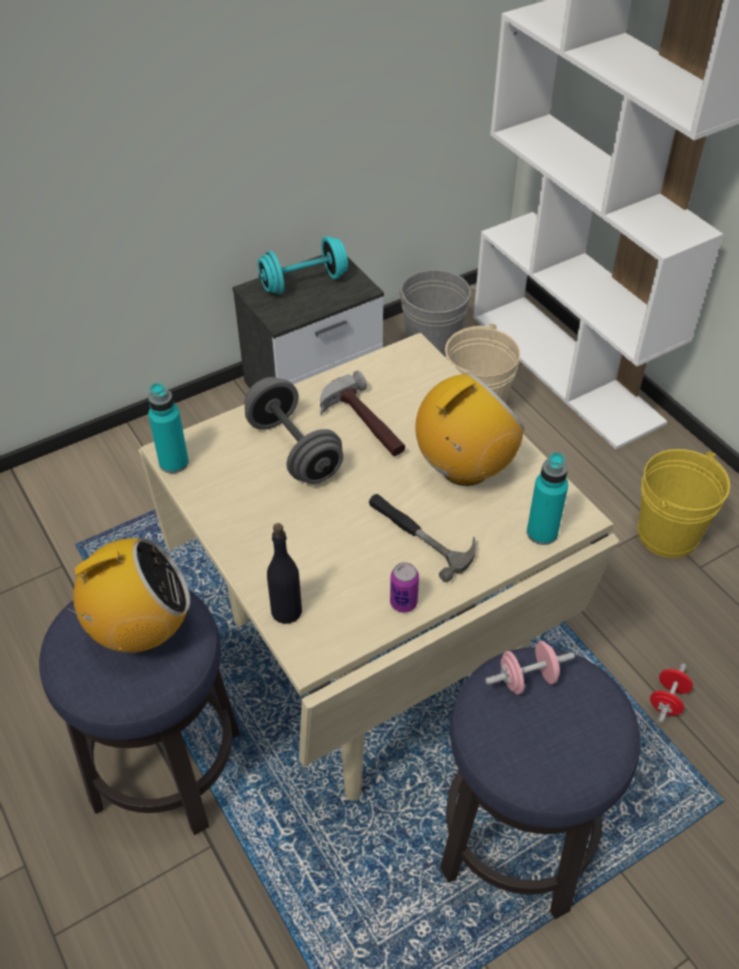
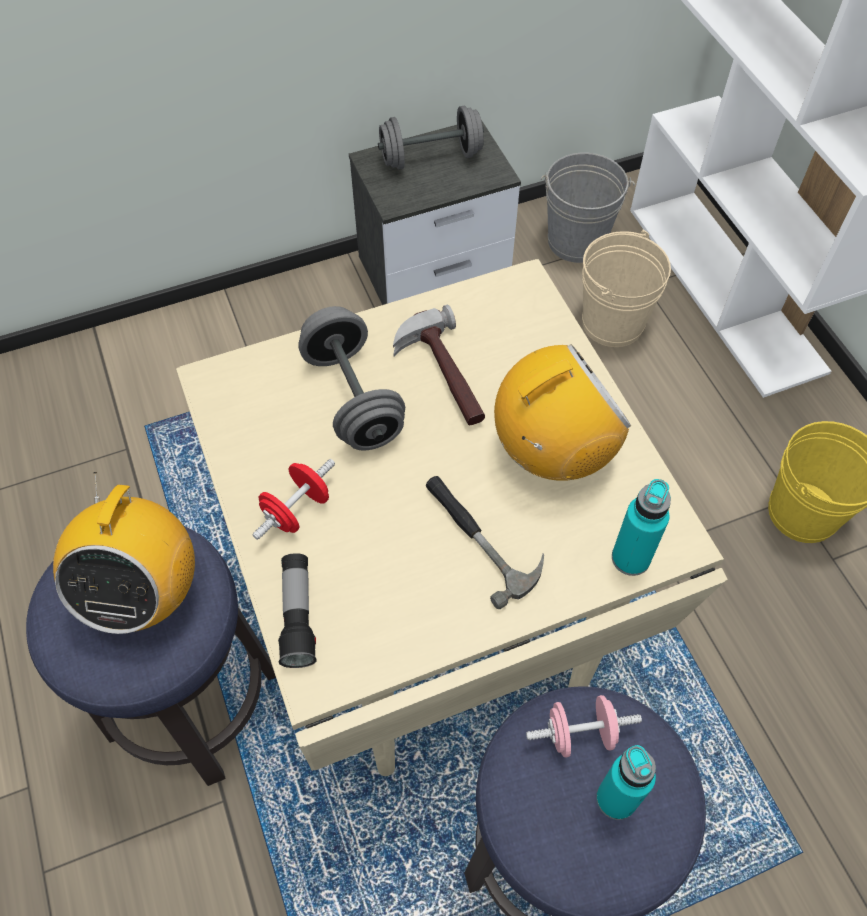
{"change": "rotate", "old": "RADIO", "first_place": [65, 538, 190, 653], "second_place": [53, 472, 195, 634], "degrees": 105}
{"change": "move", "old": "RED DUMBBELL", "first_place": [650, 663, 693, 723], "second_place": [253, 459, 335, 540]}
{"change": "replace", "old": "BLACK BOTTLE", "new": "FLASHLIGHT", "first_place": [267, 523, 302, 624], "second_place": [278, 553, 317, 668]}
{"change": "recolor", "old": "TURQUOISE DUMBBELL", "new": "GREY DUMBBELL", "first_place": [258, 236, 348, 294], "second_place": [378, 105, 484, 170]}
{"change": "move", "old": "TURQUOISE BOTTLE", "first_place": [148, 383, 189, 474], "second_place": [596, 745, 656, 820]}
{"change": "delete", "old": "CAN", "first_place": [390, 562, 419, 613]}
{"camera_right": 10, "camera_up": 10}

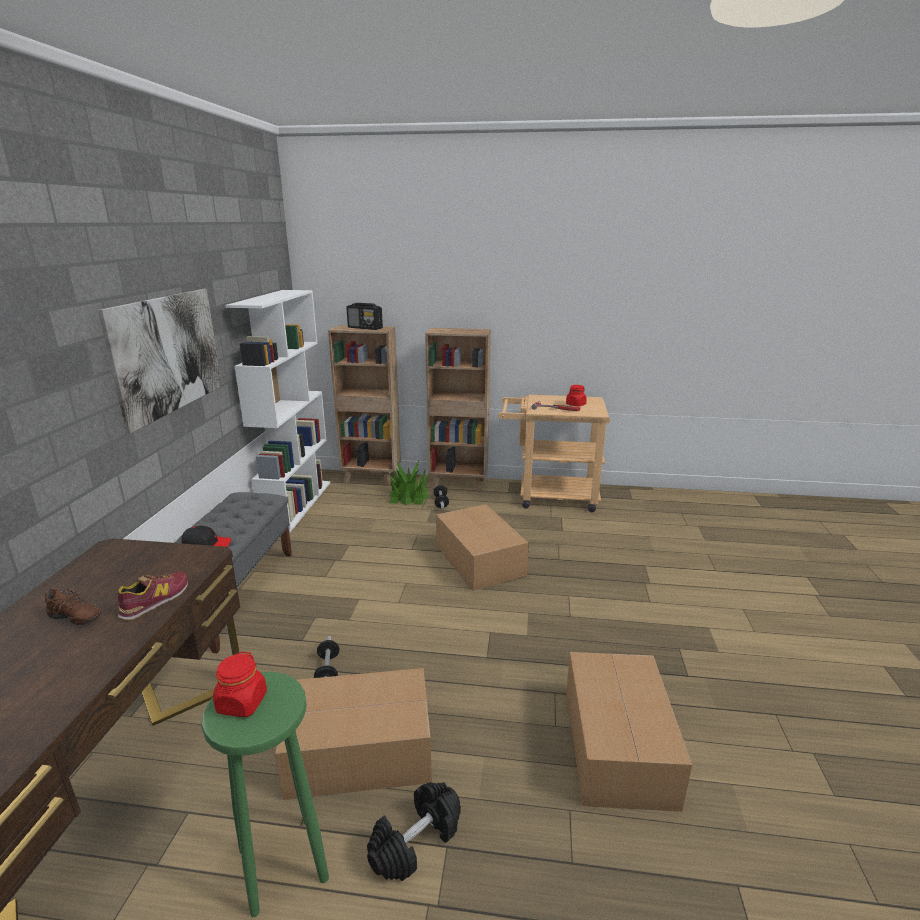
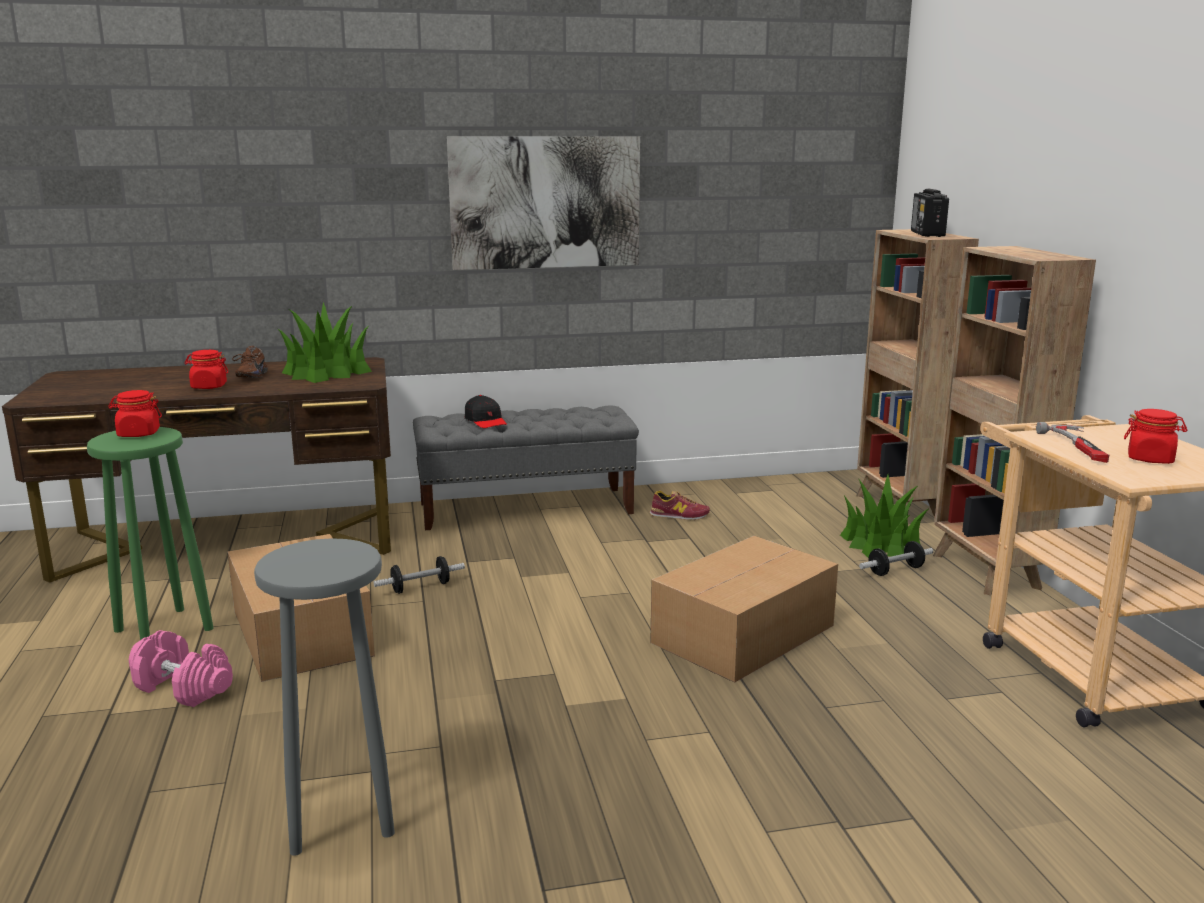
{"change": "recolor", "old": "BLACK DUMBBELL", "new": "PINK DUMBBELL", "first_place": [367, 782, 461, 881], "second_place": [129, 630, 233, 707]}
{"change": "insert", "new": "RED JAR", "second_place": [185, 350, 228, 389]}
{"change": "replace", "old": "CARDBOARD BOX", "new": "GREY STOOL", "first_place": [566, 652, 692, 812], "second_place": [254, 538, 395, 856]}
{"change": "insert", "new": "POTTED PLANT", "second_place": [278, 302, 372, 383]}
{"change": "move", "old": "SHOE", "first_place": [118, 571, 188, 621], "second_place": [650, 490, 710, 520]}
{"change": "delete", "old": "WHITE BOOKCASE", "first_place": [225, 290, 330, 532]}
{"camera_right": 70, "camera_up": -5}

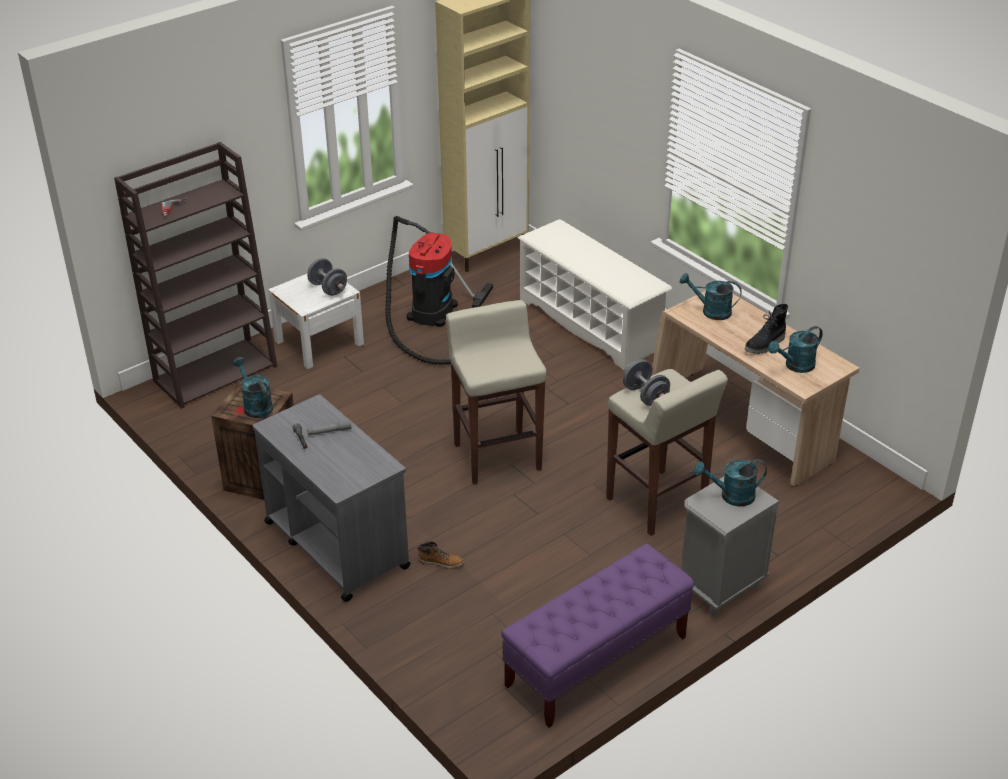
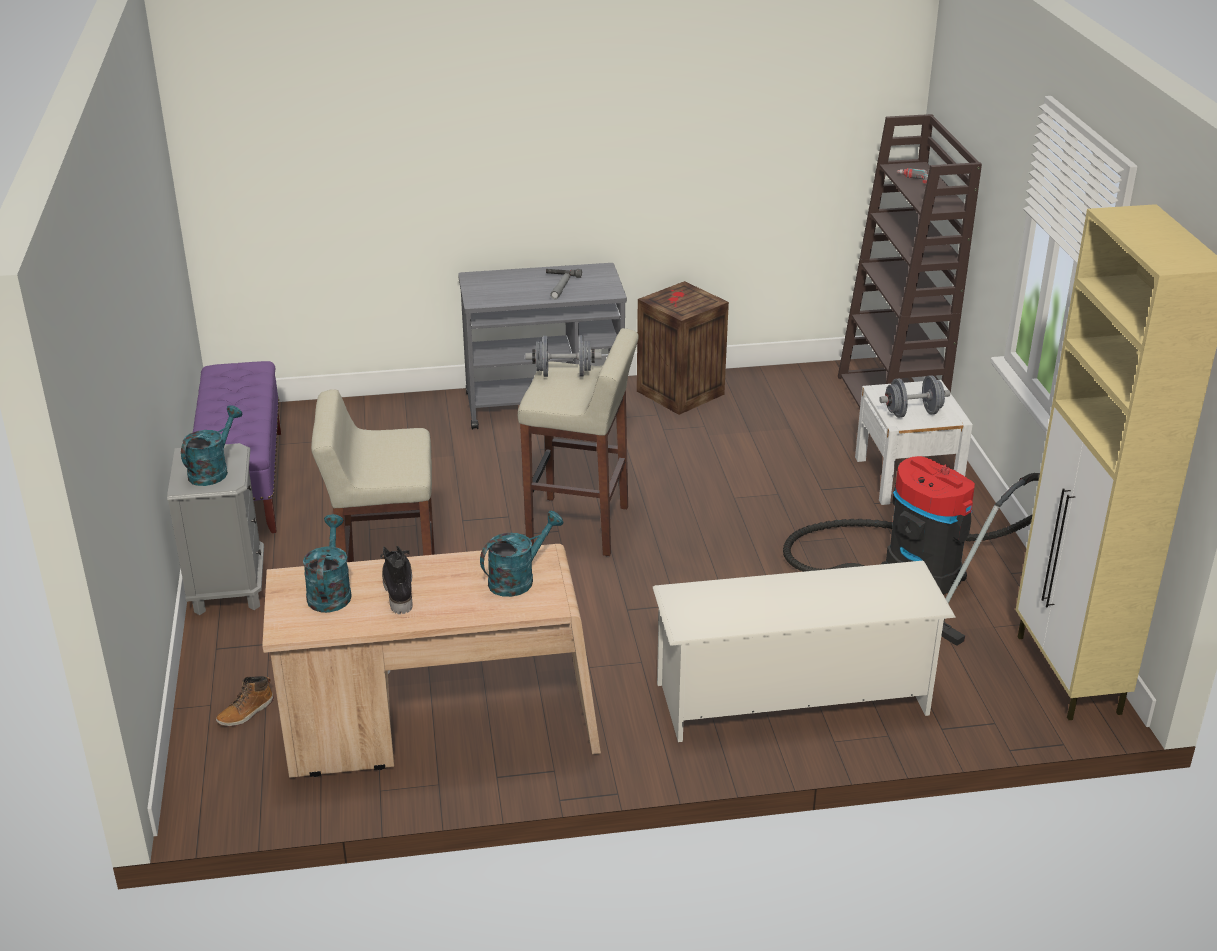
{"change": "move", "old": "BOOT", "first_place": [417, 542, 464, 568], "second_place": [216, 676, 274, 726]}
{"change": "move", "old": "GREY DUMBBELL", "first_place": [623, 360, 670, 406], "second_place": [525, 335, 602, 377]}
{"change": "delete", "old": "TURQUOISE WATERING CAN", "first_place": [233, 357, 273, 418]}
{"camera_right": 120, "camera_up": -5}

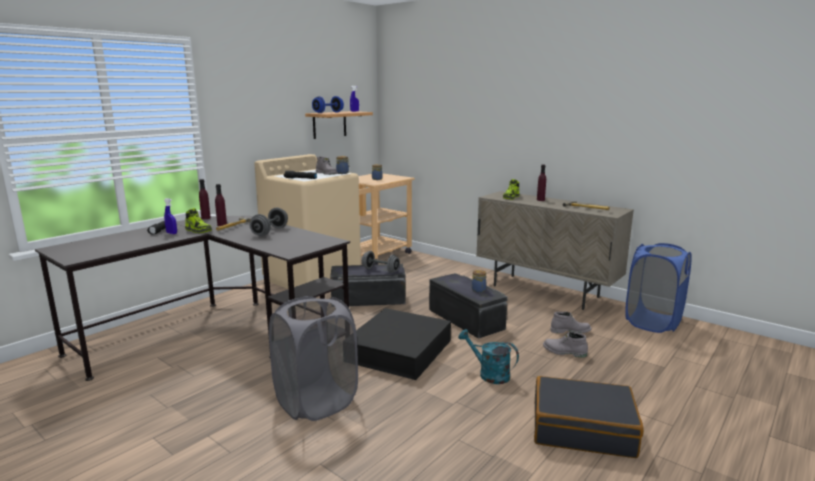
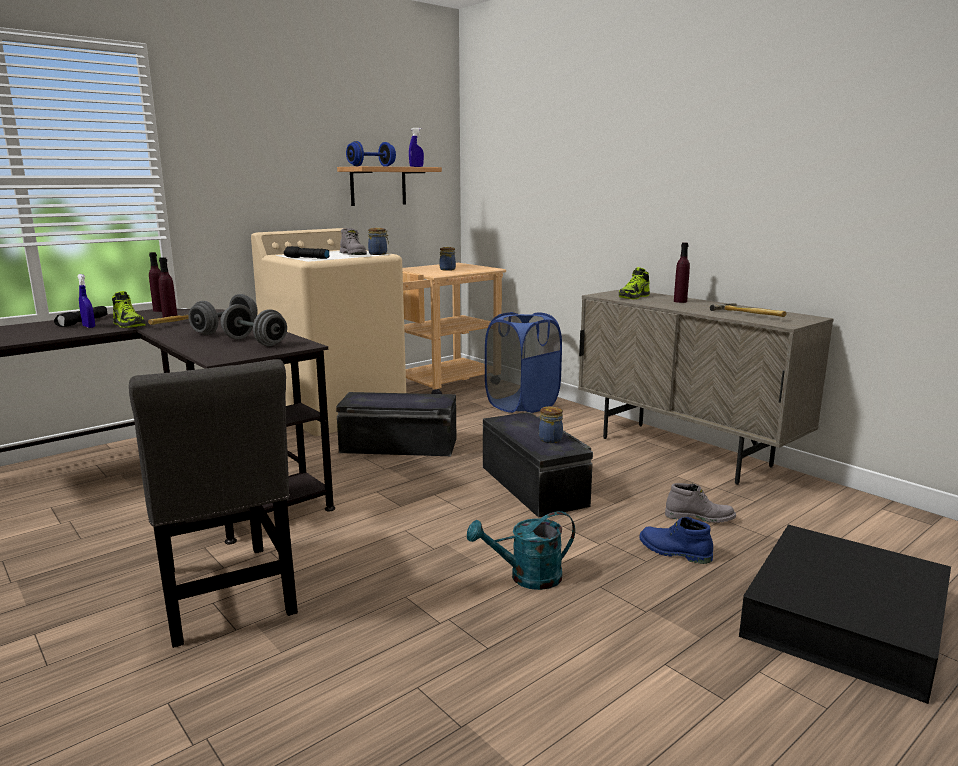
{"change": "replace", "old": "GREY LAUNDRY BASKET", "new": "GREY CHAIR", "first_place": [269, 296, 358, 421], "second_place": [129, 359, 298, 648]}
{"change": "move", "old": "GREY DUMBBELL", "first_place": [362, 251, 400, 273], "second_place": [220, 304, 287, 346]}
{"change": "rotate", "old": "TURQUOISE WATERING CAN", "first_place": [458, 329, 519, 384], "second_place": [467, 511, 575, 590], "degrees": -60}
{"change": "move", "old": "BLUE LAUNDRY BASKET", "first_place": [625, 243, 692, 333], "second_place": [485, 312, 562, 413]}
{"change": "recolor", "old": "GREY BOOT", "new": "BLUE BOOT", "first_place": [543, 331, 588, 358], "second_place": [639, 517, 713, 564]}
{"change": "move", "old": "BLACK STORAGE BOX", "first_place": [356, 308, 451, 380], "second_place": [739, 525, 951, 704]}
{"change": "delete", "old": "BLACK SUITCASE", "first_place": [534, 376, 644, 458]}
{"camera_right": 10, "camera_up": 0}

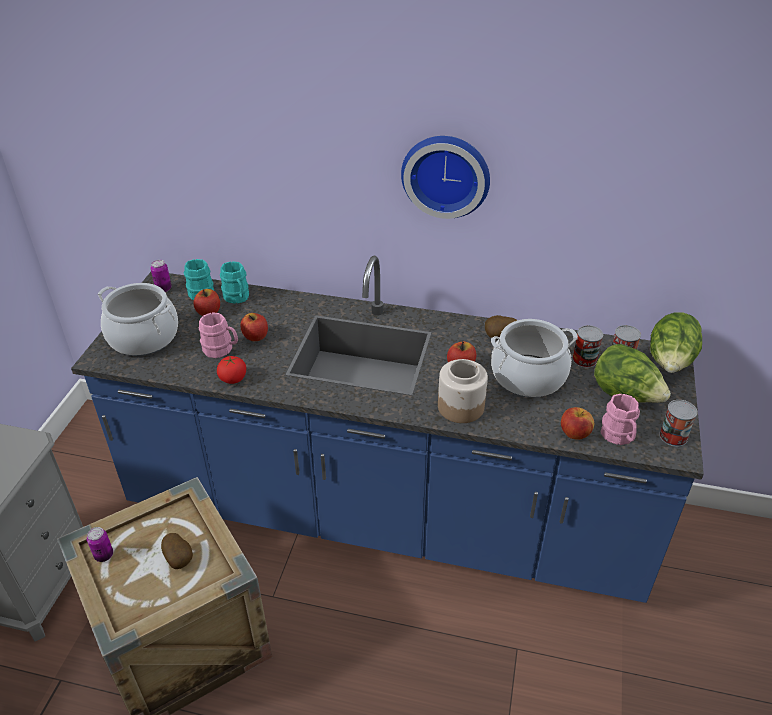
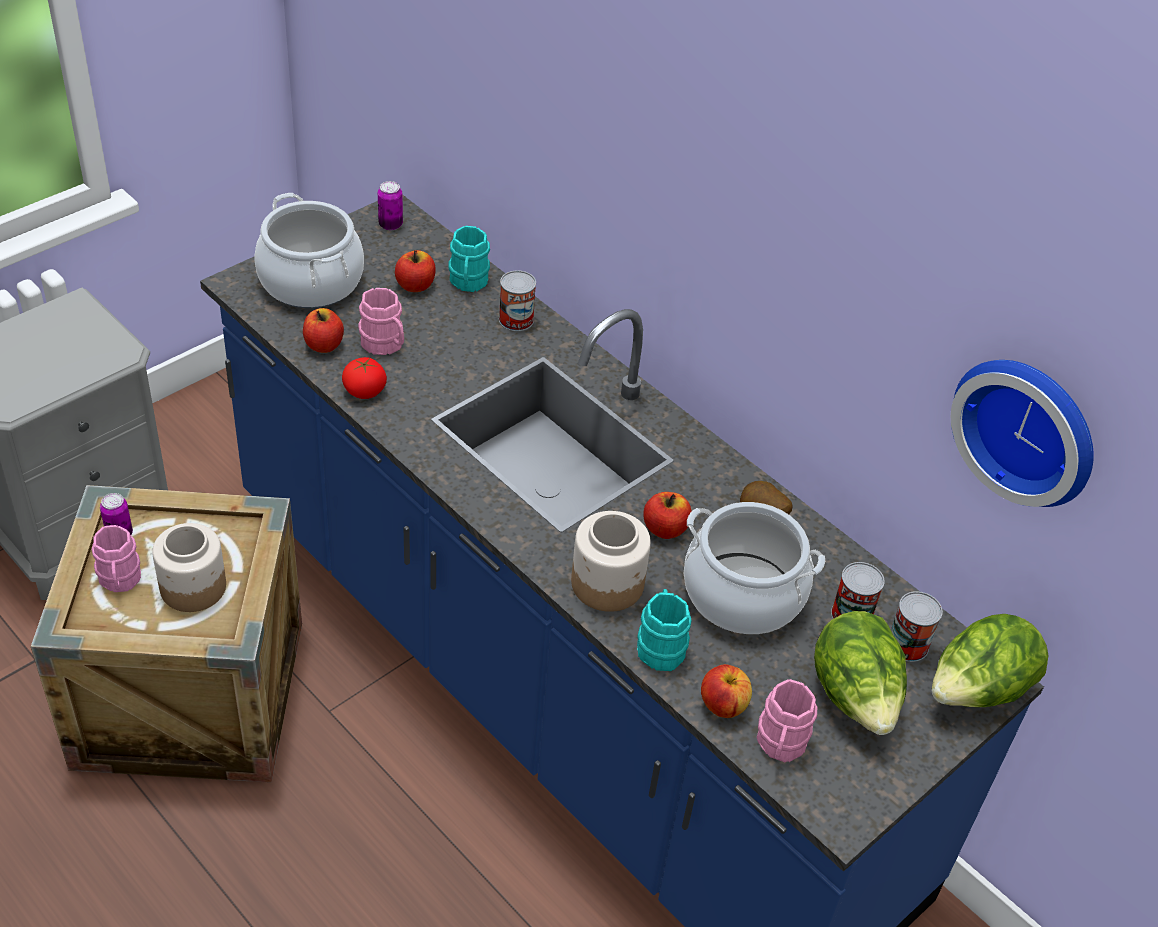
{"change": "insert", "new": "PINK MUG", "second_place": [92, 525, 141, 592]}
{"change": "replace", "old": "POTATO", "new": "JAR", "first_place": [161, 533, 193, 569], "second_place": [152, 523, 226, 612]}
{"change": "move", "old": "APPLE", "first_place": [240, 313, 268, 341], "second_place": [303, 308, 344, 353]}
{"change": "move", "old": "CAN", "first_place": [659, 400, 698, 447], "second_place": [499, 270, 536, 331]}
{"change": "move", "old": "TURQUOISE MUG", "first_place": [184, 259, 214, 300], "second_place": [637, 589, 691, 671]}
{"change": "move", "old": "WALL CLOCK", "first_place": [401, 136, 490, 219], "second_place": [951, 360, 1094, 507]}
{"camera_right": 30, "camera_up": 5}

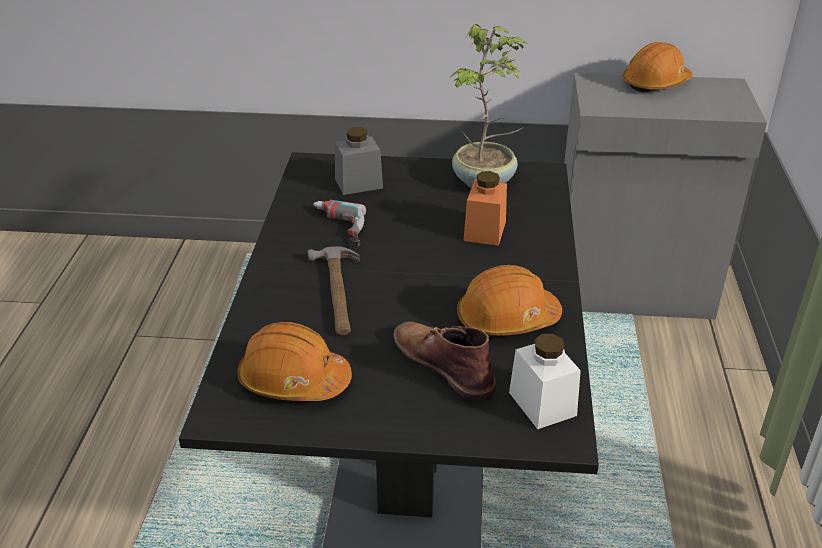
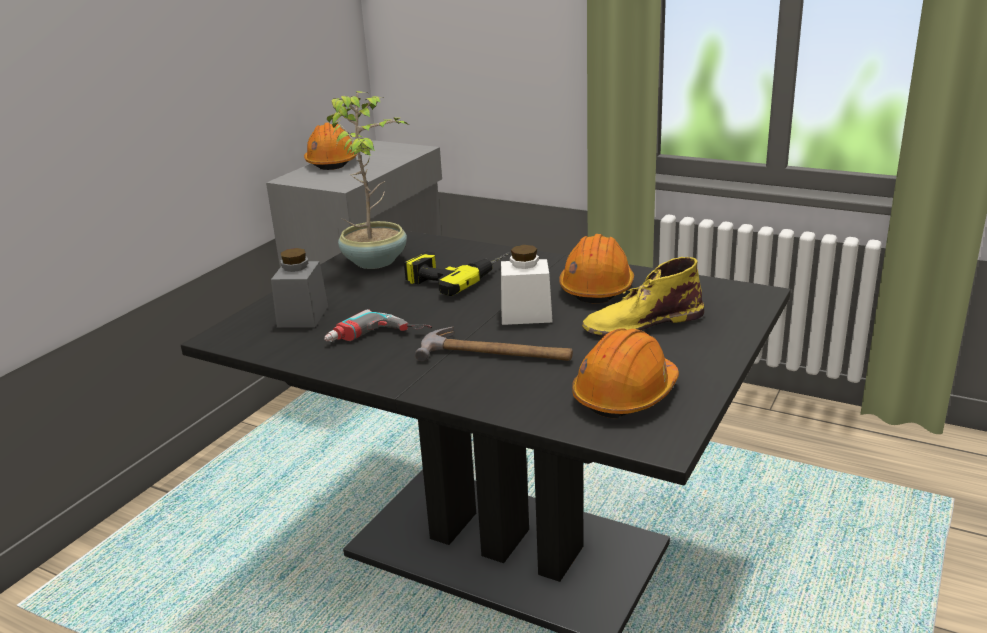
{"change": "replace", "old": "ORANGE JAR", "new": "POWER DRILL", "first_place": [464, 171, 507, 246], "second_place": [404, 251, 510, 296]}
{"change": "move", "old": "WHITE JAR", "first_place": [509, 334, 581, 429], "second_place": [501, 245, 553, 325]}
{"change": "recolor", "old": "BROWN BOOT", "new": "YELLOW BOOT", "first_place": [393, 321, 496, 402], "second_place": [582, 257, 704, 337]}
{"camera_right": -65, "camera_up": -10}

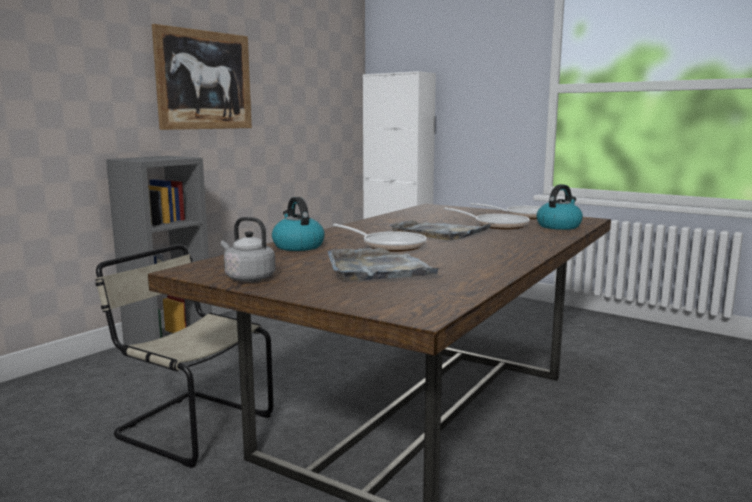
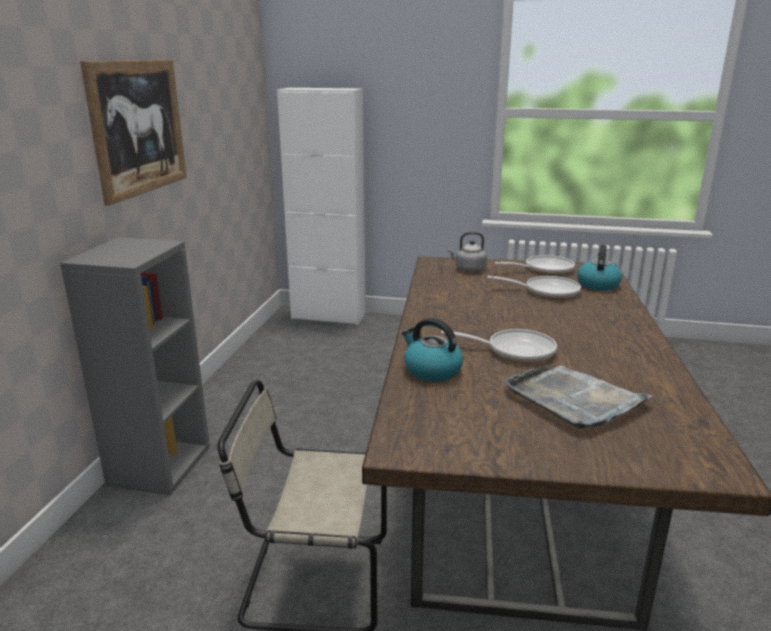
{"change": "move", "old": "GREY KETTLE", "first_place": [221, 217, 276, 282], "second_place": [447, 232, 487, 272]}
{"change": "delete", "old": "GREY TRAY", "first_place": [390, 220, 490, 240]}
{"camera_right": -25, "camera_up": 10}

